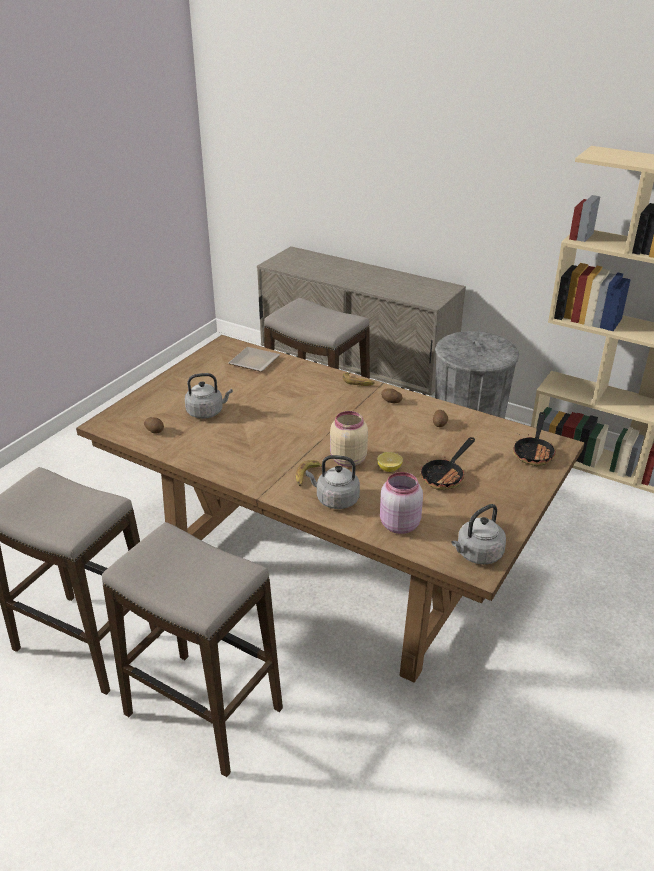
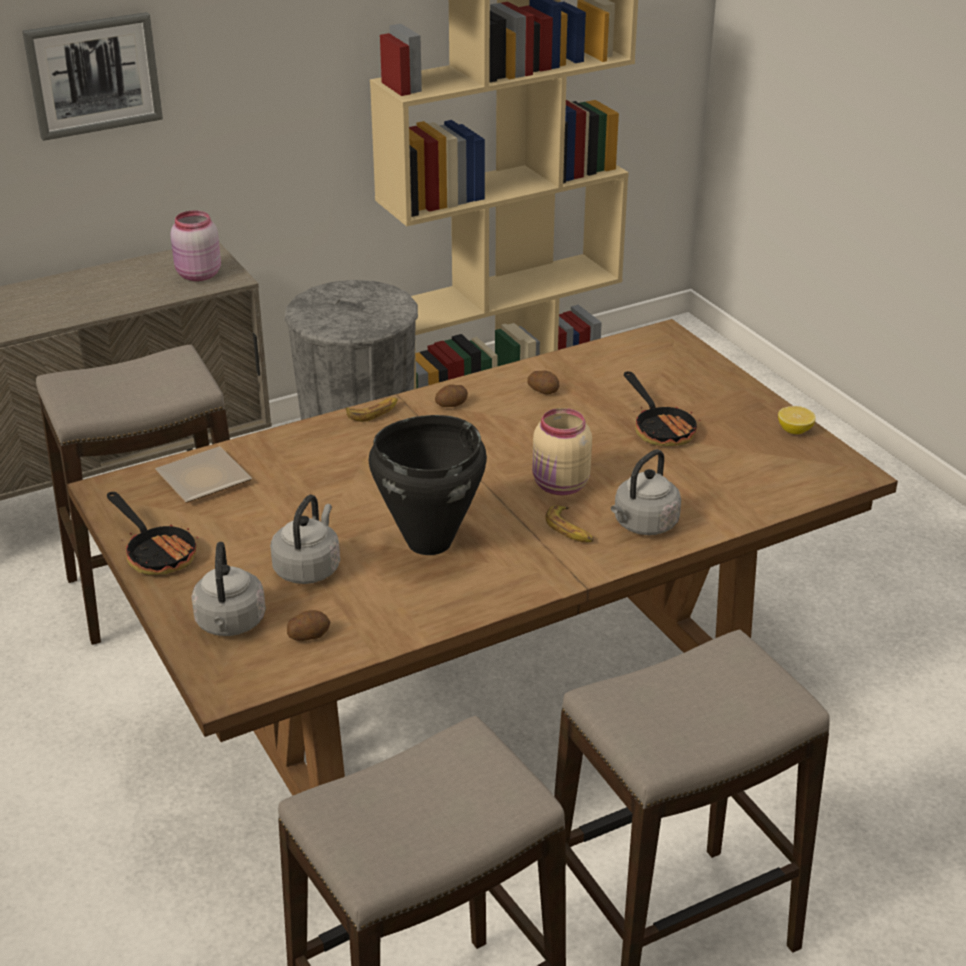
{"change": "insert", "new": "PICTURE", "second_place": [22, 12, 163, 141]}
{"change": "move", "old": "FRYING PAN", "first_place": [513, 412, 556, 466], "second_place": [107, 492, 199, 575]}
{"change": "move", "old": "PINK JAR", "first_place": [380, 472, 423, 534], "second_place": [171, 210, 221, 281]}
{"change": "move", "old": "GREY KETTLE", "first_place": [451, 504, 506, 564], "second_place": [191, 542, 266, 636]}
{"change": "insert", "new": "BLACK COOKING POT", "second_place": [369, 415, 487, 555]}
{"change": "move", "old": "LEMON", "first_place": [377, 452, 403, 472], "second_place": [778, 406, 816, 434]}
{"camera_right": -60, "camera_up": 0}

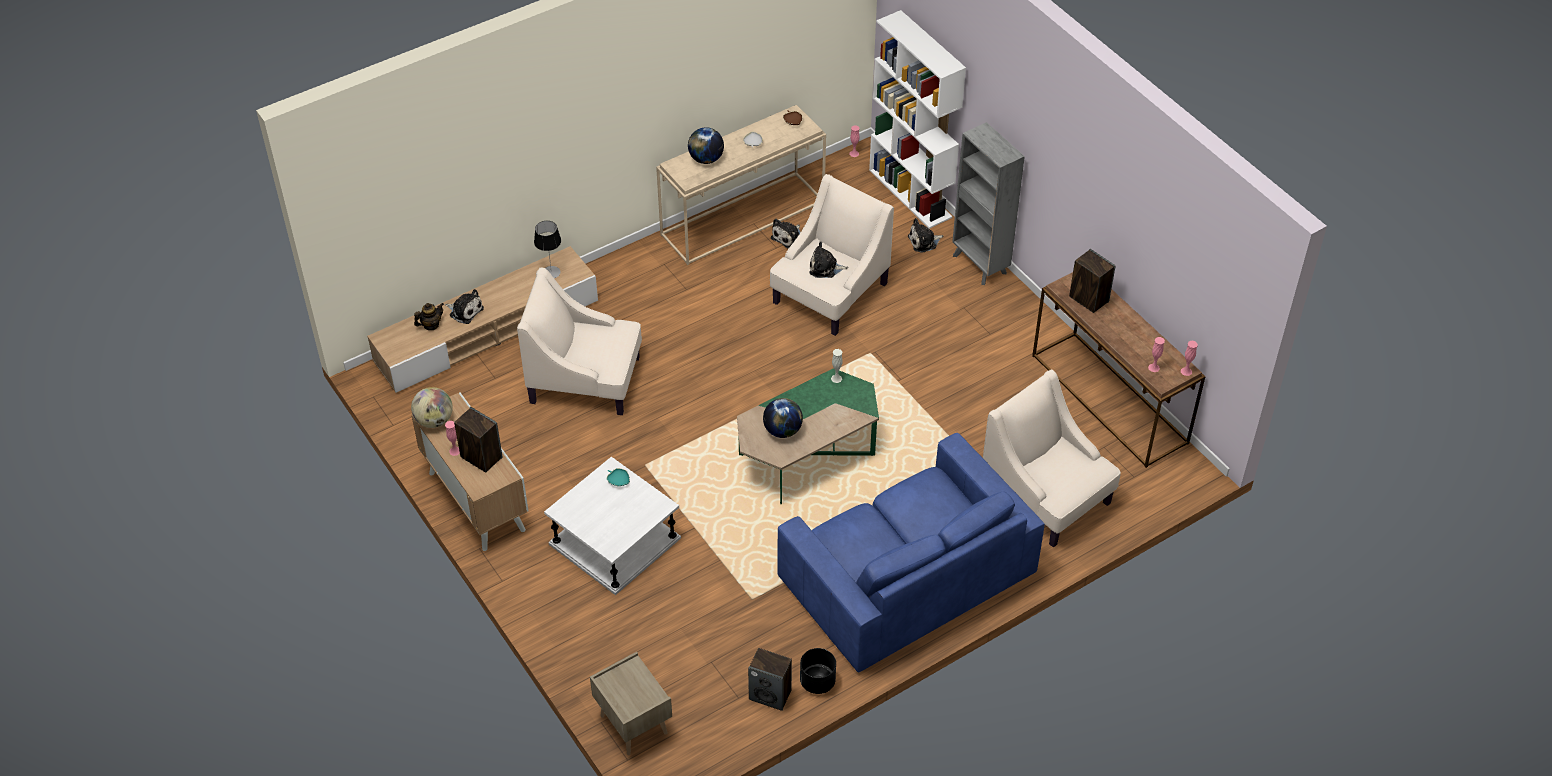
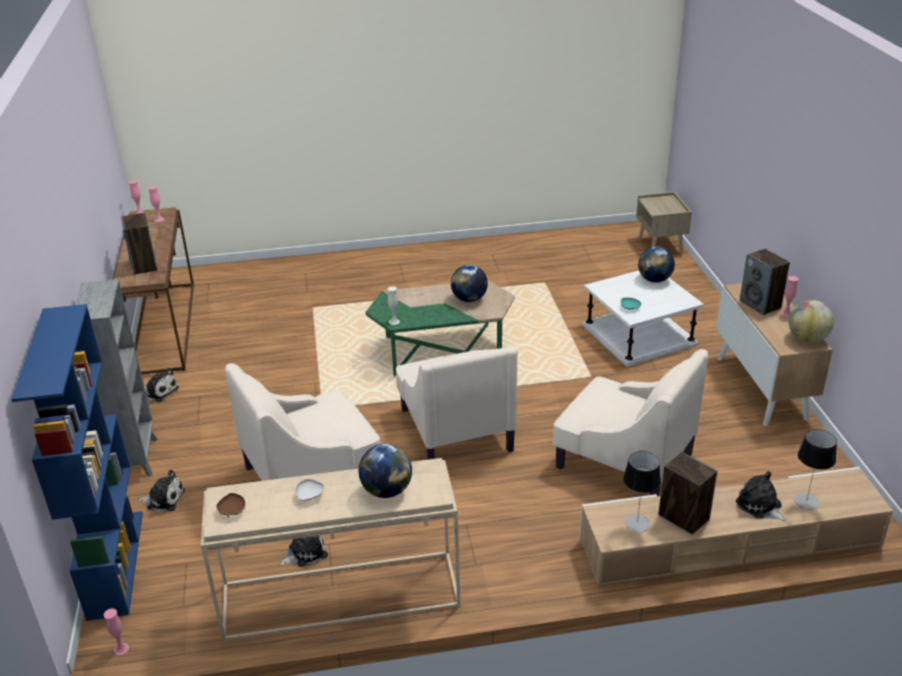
{"change": "recolor", "old": "WHITE BOOKCASE", "new": "BLUE BOOKCASE", "first_place": [869, 10, 966, 229], "second_place": [11, 304, 143, 621]}
{"change": "move", "old": "PLUSH TOY", "first_place": [809, 241, 848, 278], "second_place": [145, 368, 179, 402]}
{"change": "move", "old": "BEIGE ARMCHAIR", "first_place": [983, 369, 1121, 548], "second_place": [396, 346, 517, 460]}
{"change": "insert", "new": "GLOBE", "second_place": [638, 247, 675, 283]}
{"change": "move", "old": "SPEAKER", "first_place": [748, 648, 792, 711], "second_place": [658, 452, 717, 534]}
{"change": "replace", "old": "TEAPOT", "new": "TABLE LAMP", "first_place": [414, 303, 444, 330], "second_place": [794, 429, 837, 509]}
{"change": "delete", "old": "BLUE SOFA", "first_place": [777, 433, 1045, 673]}
{"change": "delete", "old": "BLACK PLANTER", "first_place": [800, 648, 836, 694]}
{"camera_right": -155, "camera_up": -15}

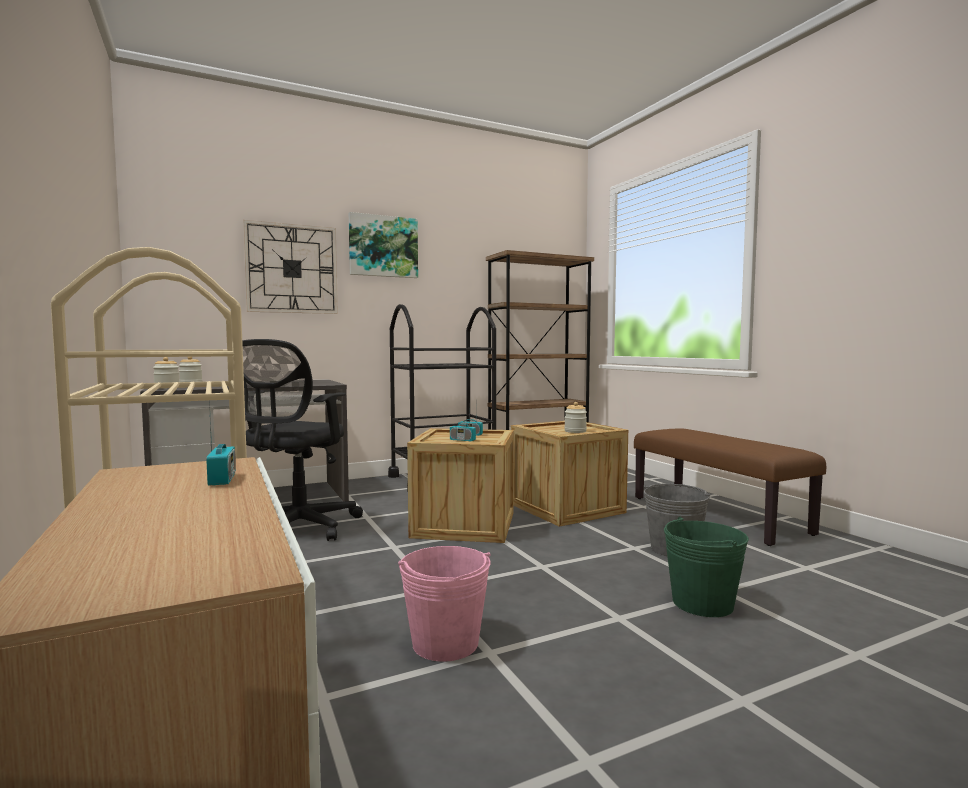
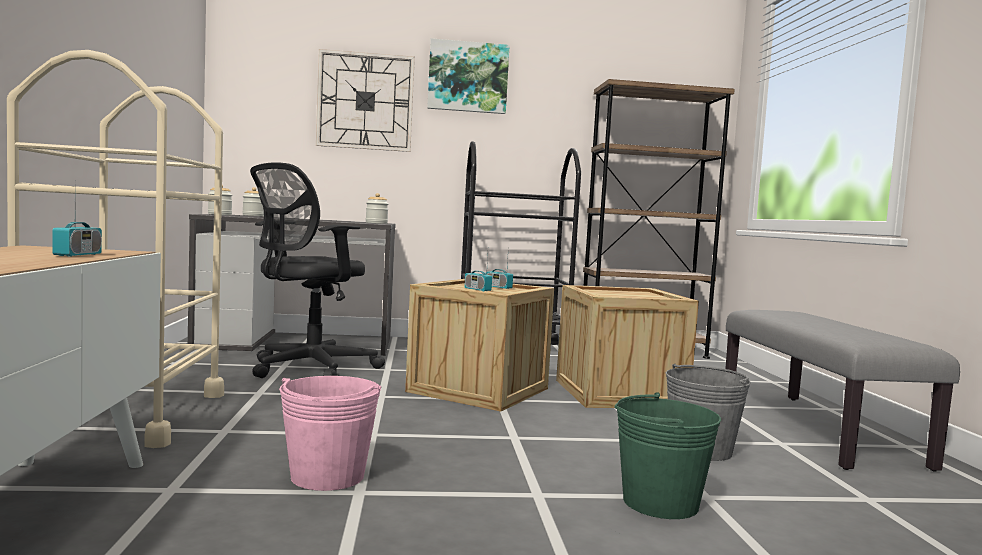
{"change": "move", "old": "JAR", "first_place": [564, 402, 587, 433], "second_place": [366, 193, 388, 224]}
{"change": "recolor", "old": "BROWN BENCH", "new": "GREY BENCH", "first_place": [634, 428, 826, 546], "second_place": [725, 310, 960, 472]}
{"camera_right": 20, "camera_up": 0}

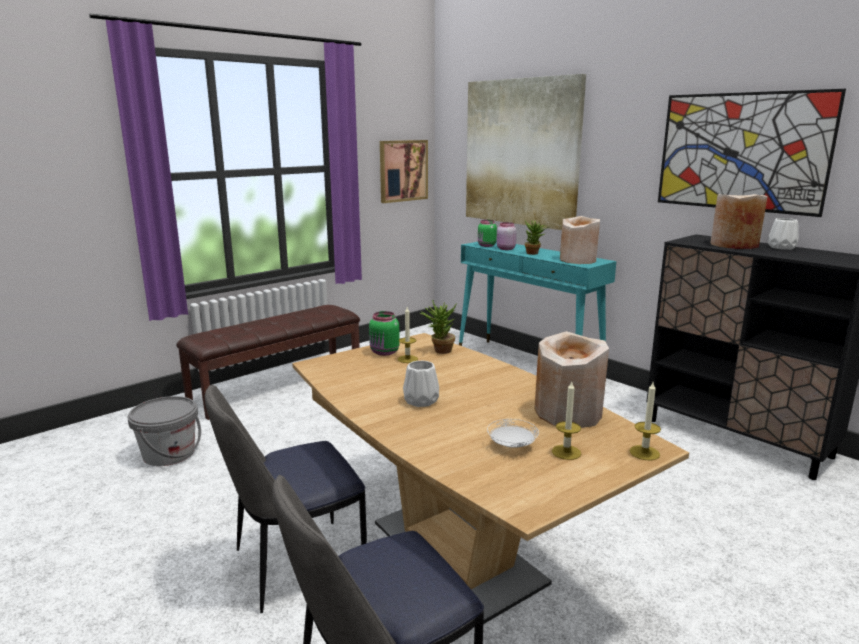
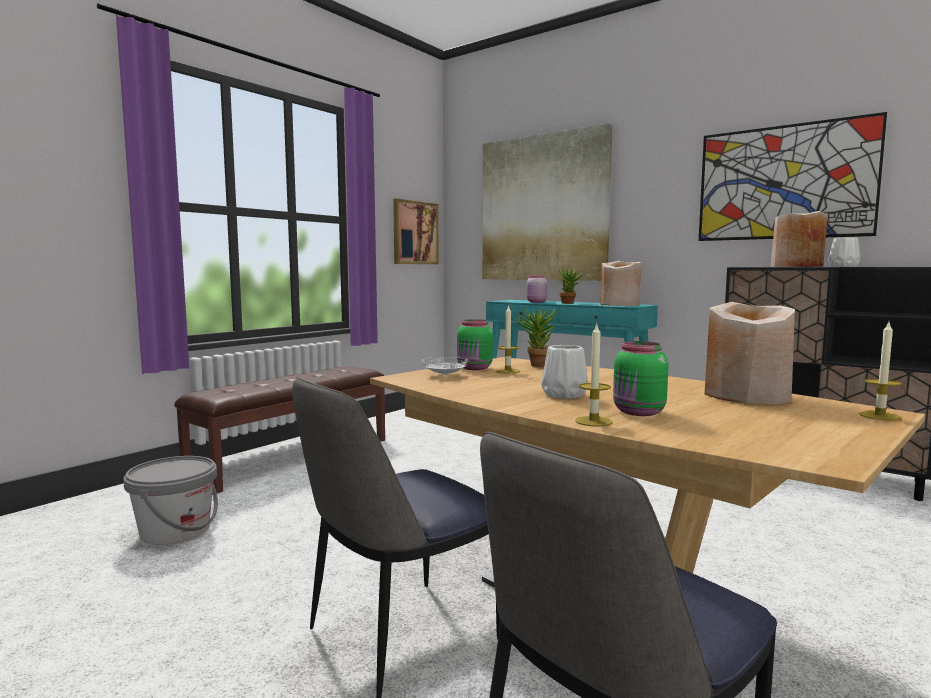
{"change": "move", "old": "WHITE PLATE", "first_place": [487, 419, 539, 448], "second_place": [422, 357, 469, 376]}
{"change": "move", "old": "CANDLE", "first_place": [552, 382, 581, 460], "second_place": [575, 323, 613, 427]}
{"change": "move", "old": "GREEN JAR", "first_place": [478, 220, 497, 247], "second_place": [613, 341, 668, 416]}
{"camera_right": -10, "camera_up": -10}

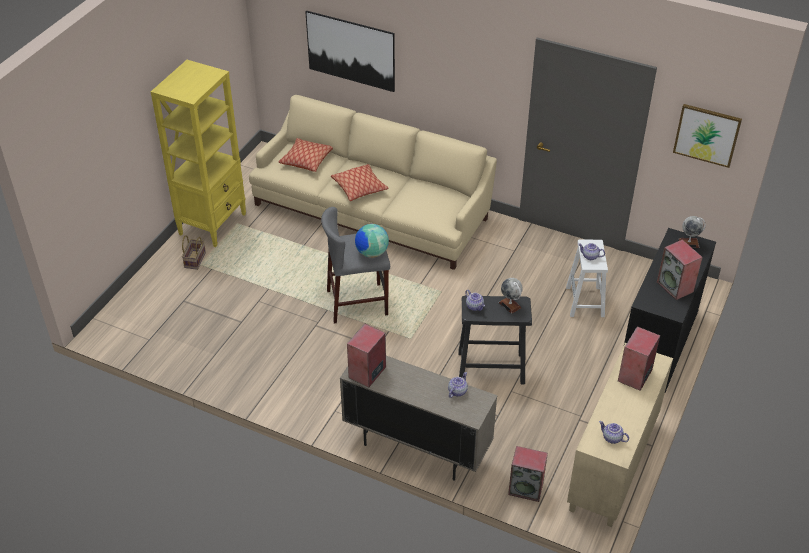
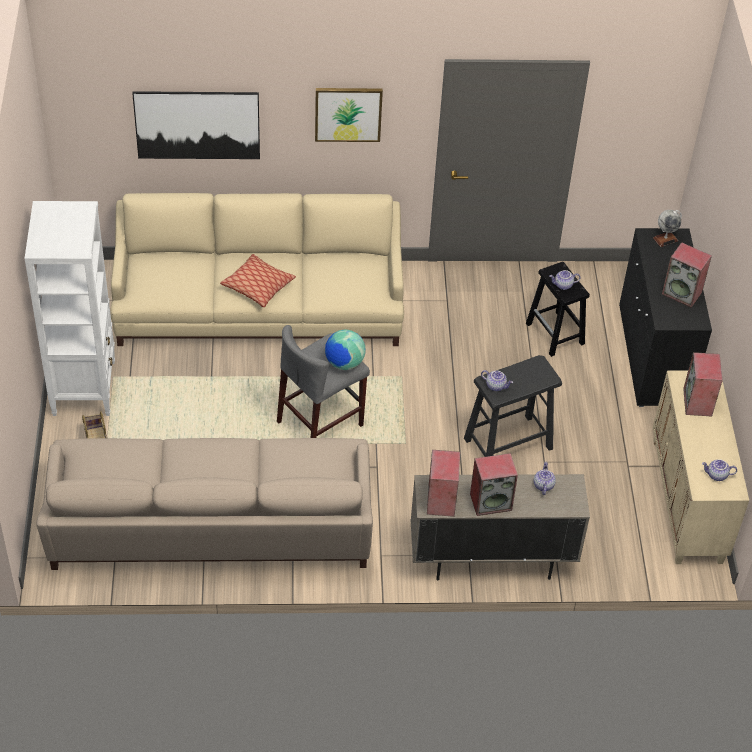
{"change": "recolor", "old": "YELLOW BOOKCASE", "new": "WHITE BOOKCASE", "first_place": [151, 60, 246, 247], "second_place": [24, 201, 115, 416]}
{"change": "insert", "new": "BEIGE SOFA", "second_place": [37, 438, 373, 570]}
{"change": "move", "old": "PICTURE", "first_place": [673, 104, 742, 168], "second_place": [315, 88, 383, 142]}
{"change": "move", "old": "SPEAKER", "first_place": [508, 446, 548, 502], "second_place": [470, 453, 518, 516]}
{"change": "recolor", "old": "WHITE STOOL", "new": "BLACK STOOL", "first_place": [566, 240, 608, 317], "second_place": [526, 262, 590, 357]}
{"change": "delete", "old": "PILLOW", "first_place": [279, 138, 333, 172]}
{"change": "delete", "old": "GLOBE", "first_place": [499, 278, 523, 314]}
{"camera_right": -30, "camera_up": 5}

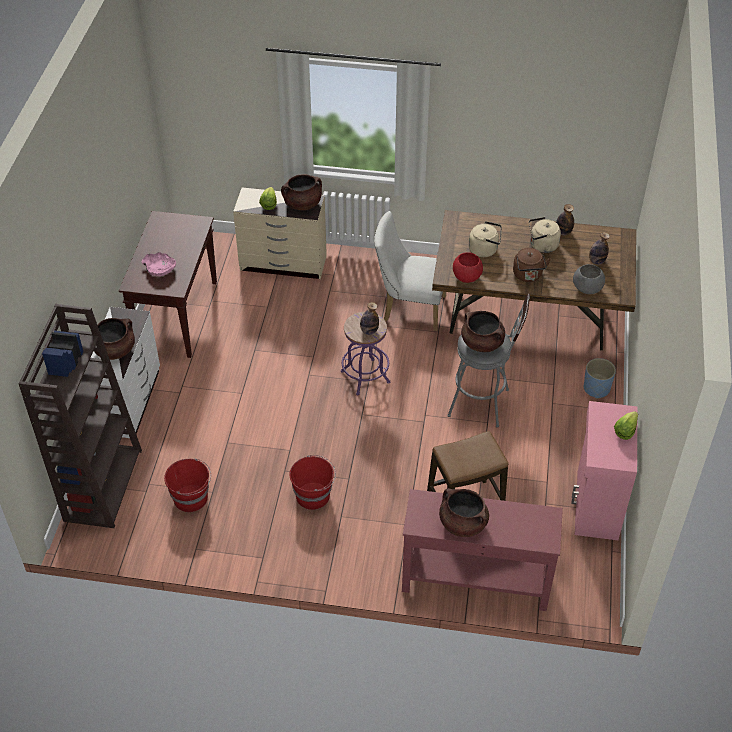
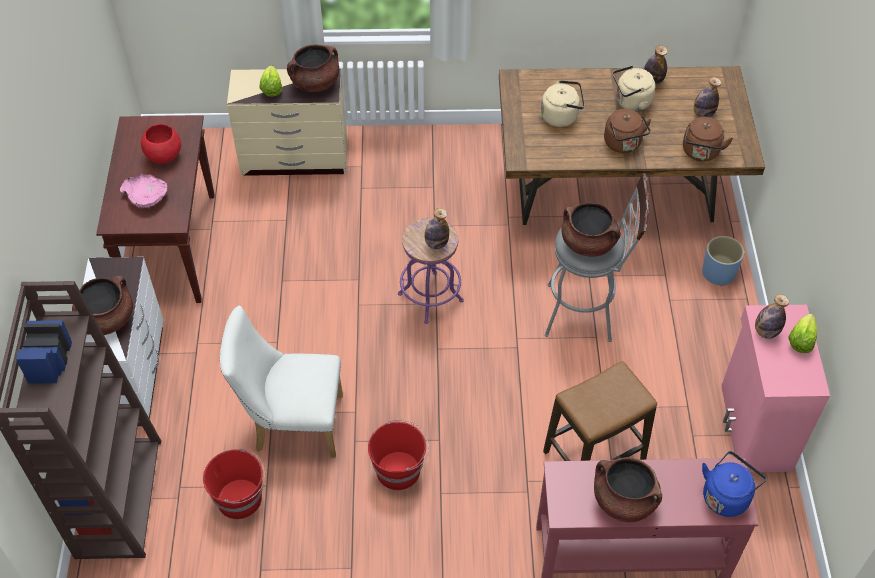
{"change": "move", "old": "RED BOWL", "first_place": [453, 252, 483, 283], "second_place": [141, 124, 181, 164]}
{"change": "move", "old": "WHITE CHAIR", "first_place": [374, 211, 446, 331], "second_place": [220, 306, 343, 458]}
{"change": "replace", "old": "GREY BOWL", "new": "BROWN KETTLE", "first_place": [573, 264, 605, 294], "second_place": [683, 117, 733, 161]}
{"change": "insert", "new": "BLUE KETTLE", "second_place": [702, 451, 766, 517]}
{"change": "insert", "new": "BOTTLE", "second_place": [755, 294, 789, 339]}
{"camera_right": -10, "camera_up": 5}

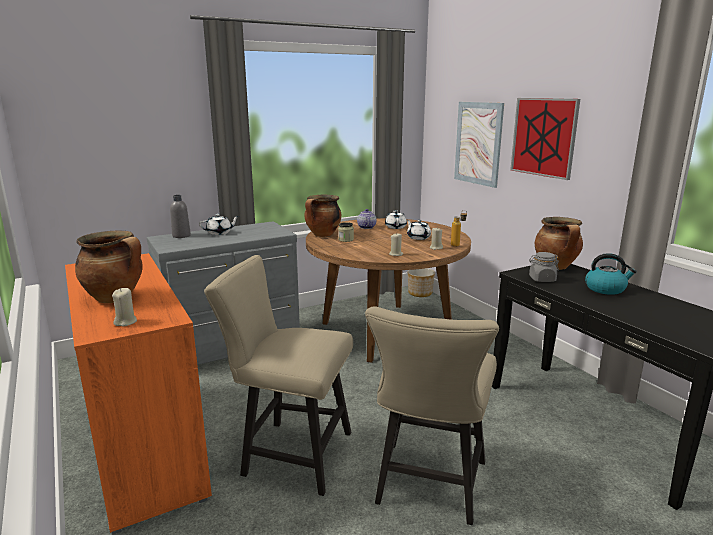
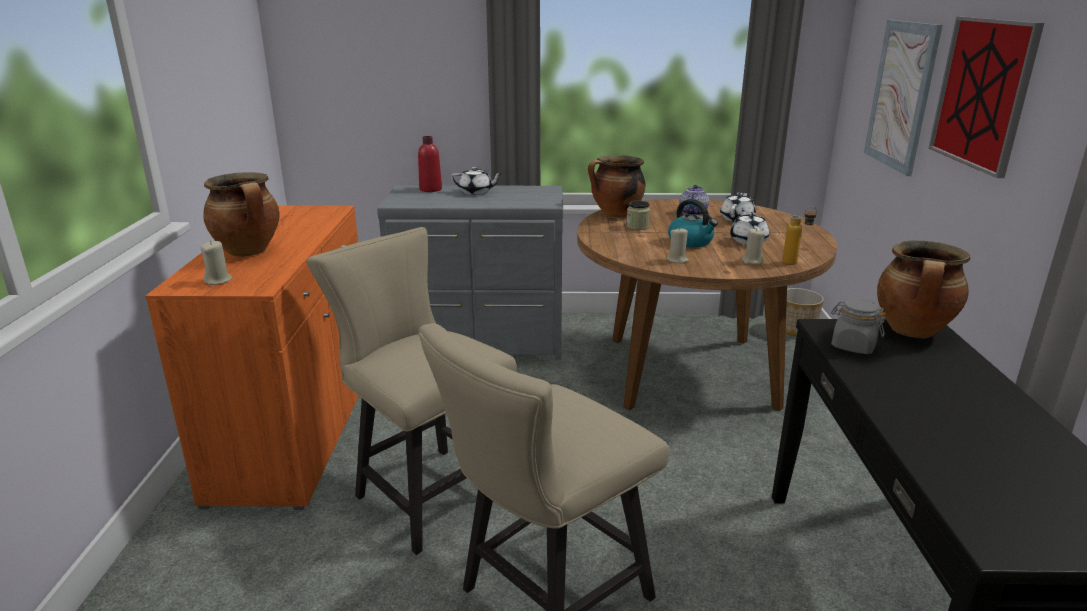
{"change": "recolor", "old": "GREY BOTTLE", "new": "RED BOTTLE", "first_place": [170, 195, 191, 238], "second_place": [418, 136, 442, 192]}
{"change": "move", "old": "KETTLE", "first_place": [585, 253, 637, 295], "second_place": [668, 199, 718, 248]}
{"camera_right": 30, "camera_up": 5}

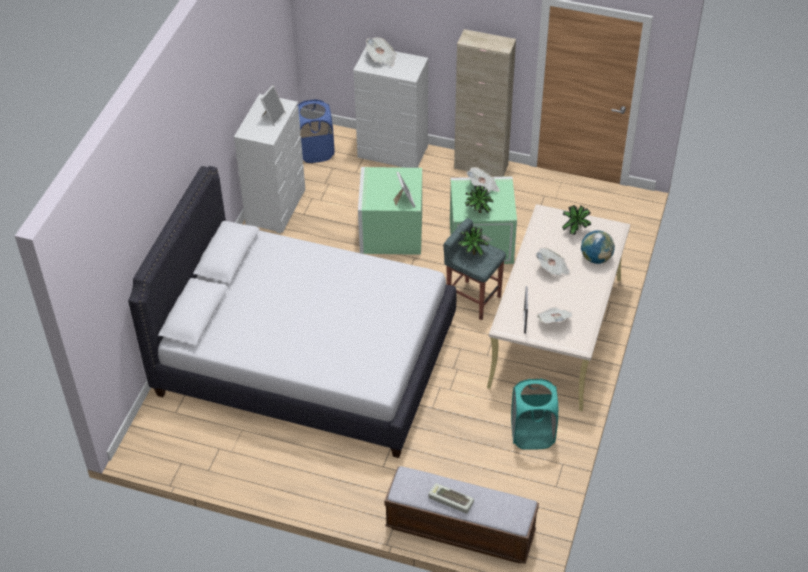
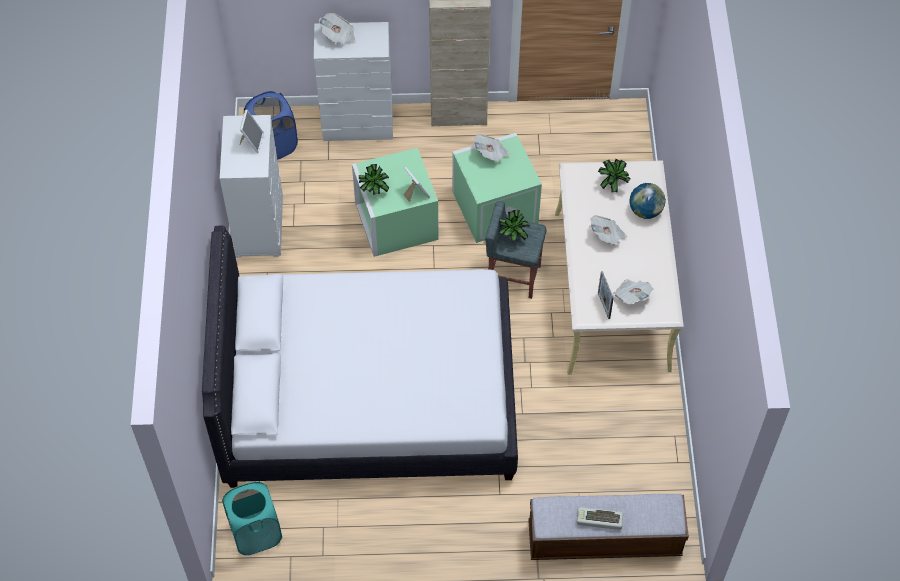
{"change": "move", "old": "TURQUOISE LAUNDRY BASKET", "first_place": [511, 378, 558, 450], "second_place": [222, 482, 282, 555]}
{"change": "move", "old": "POTTED PLANT", "first_place": [465, 185, 494, 214], "second_place": [358, 164, 389, 195]}
{"camera_right": -20, "camera_up": 10}

